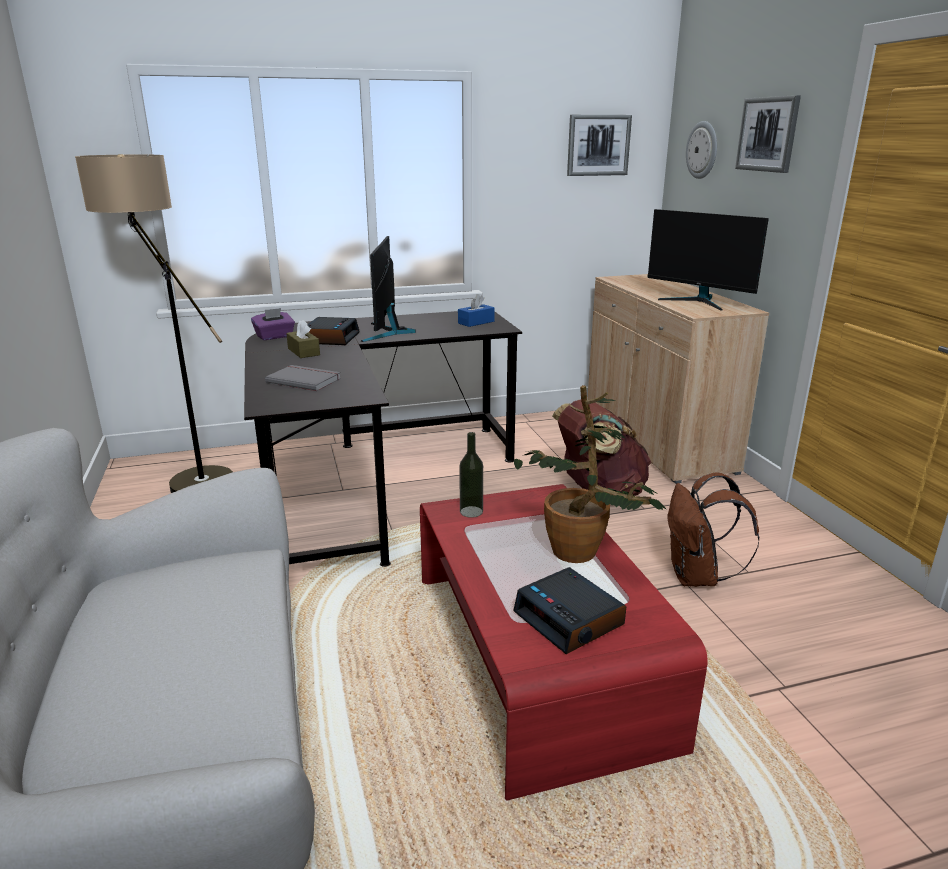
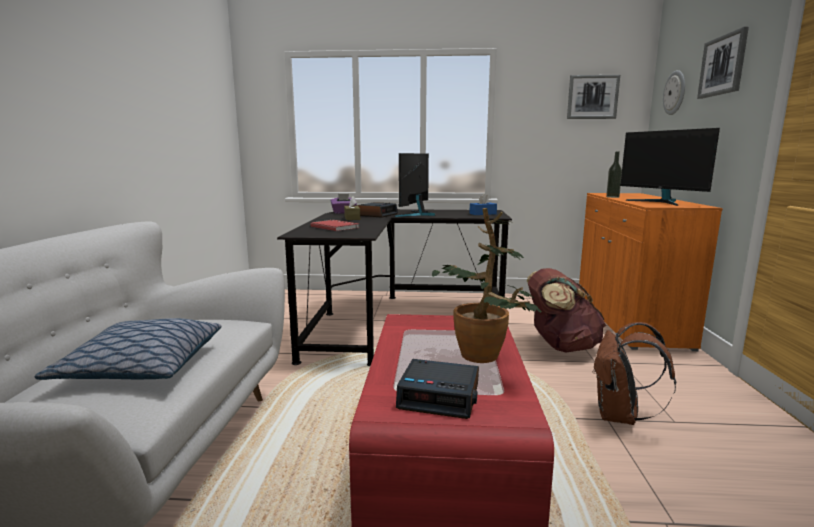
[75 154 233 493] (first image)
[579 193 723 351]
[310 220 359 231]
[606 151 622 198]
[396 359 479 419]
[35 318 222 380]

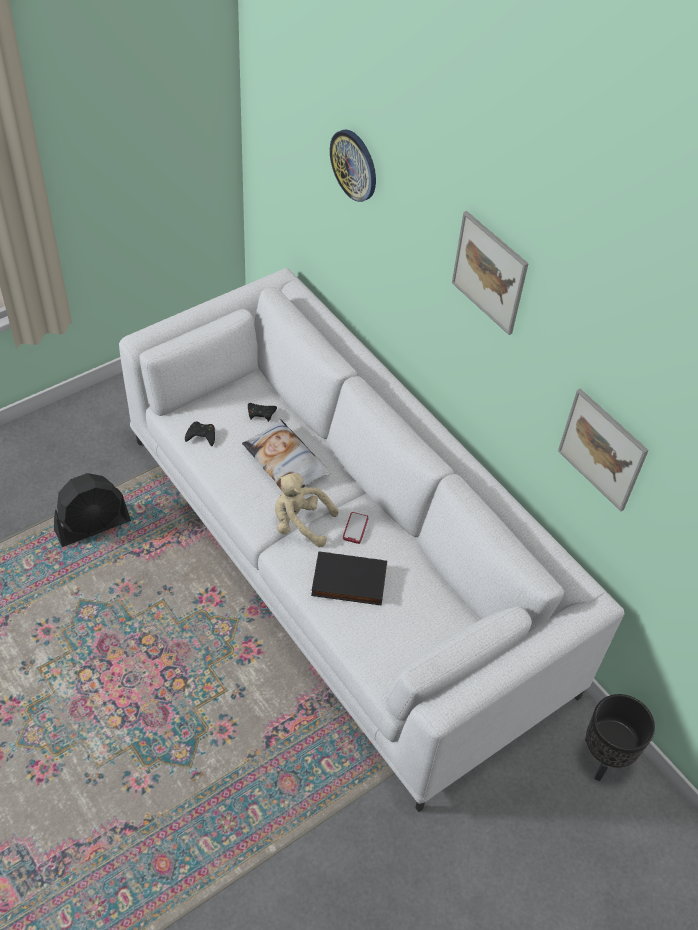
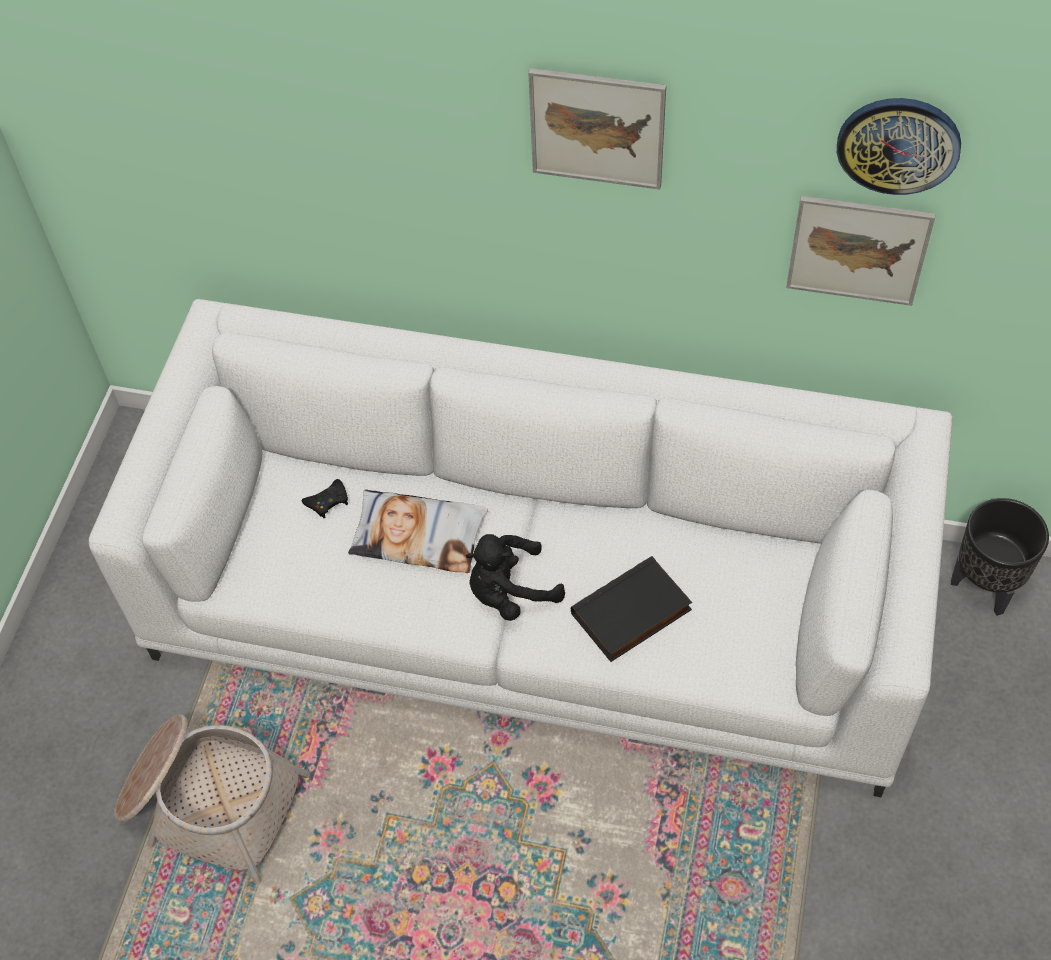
[837 98 961 195]
[185 422 215 446] (first image)
[114 714 310 884]
[466 534 565 621]
[343 512 369 544] (first image)

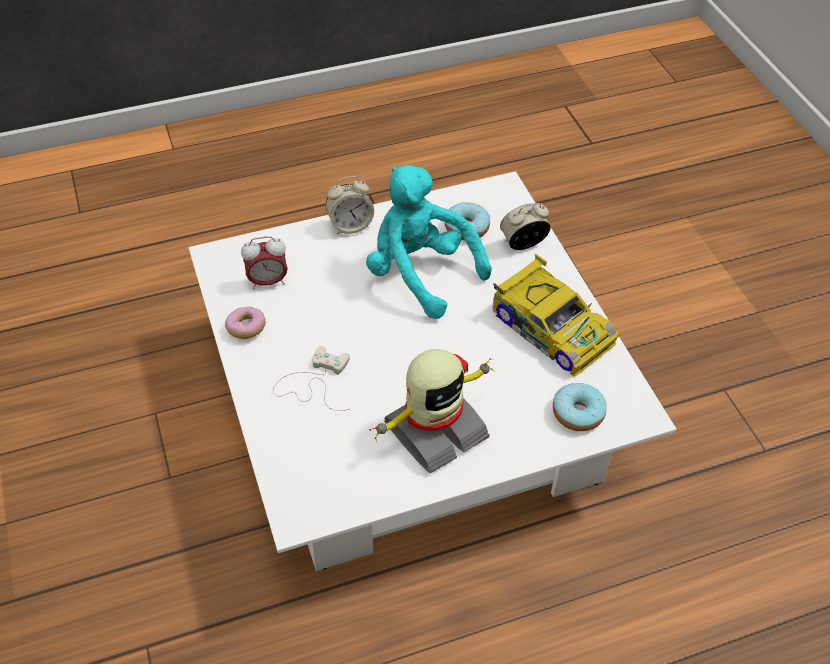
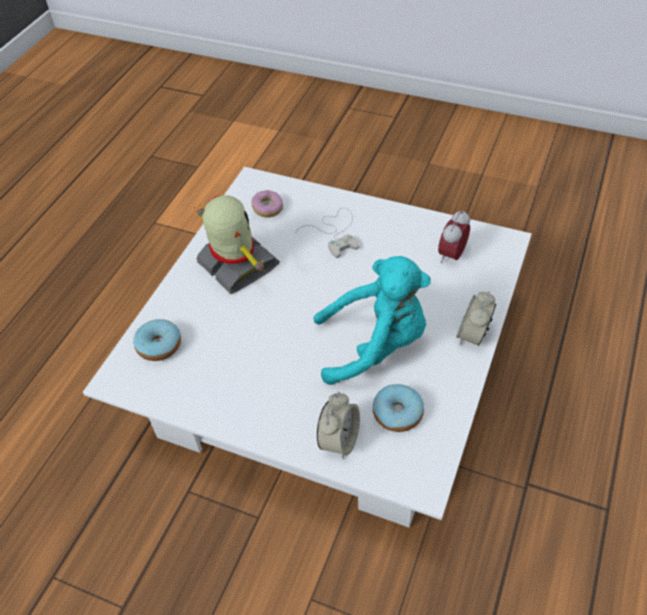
[492 254 619 377] (first image)
[251 190 283 218]
[194 195 280 294]

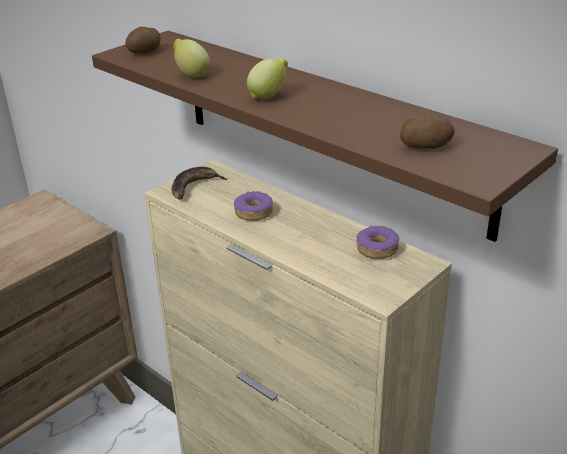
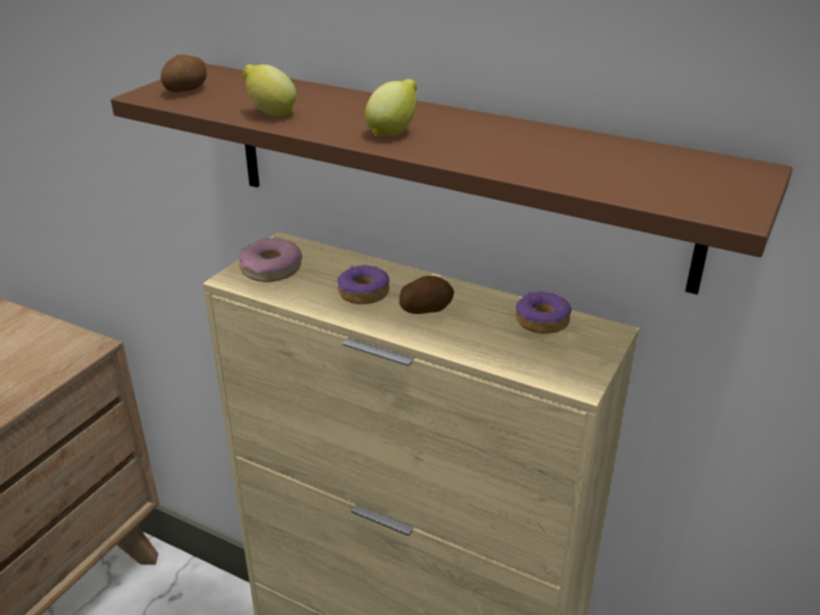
[399 276 454 314]
[239 238 302 282]

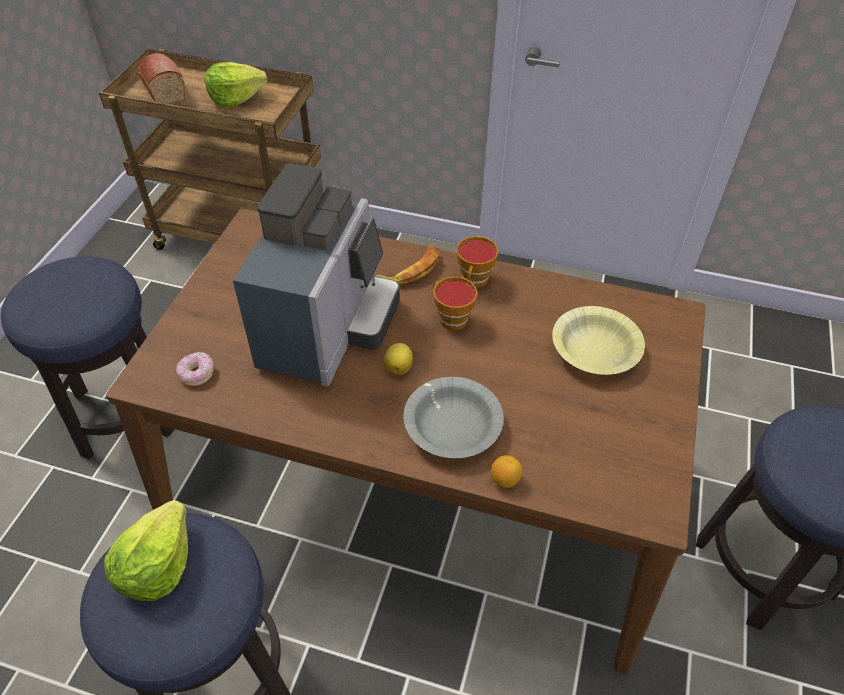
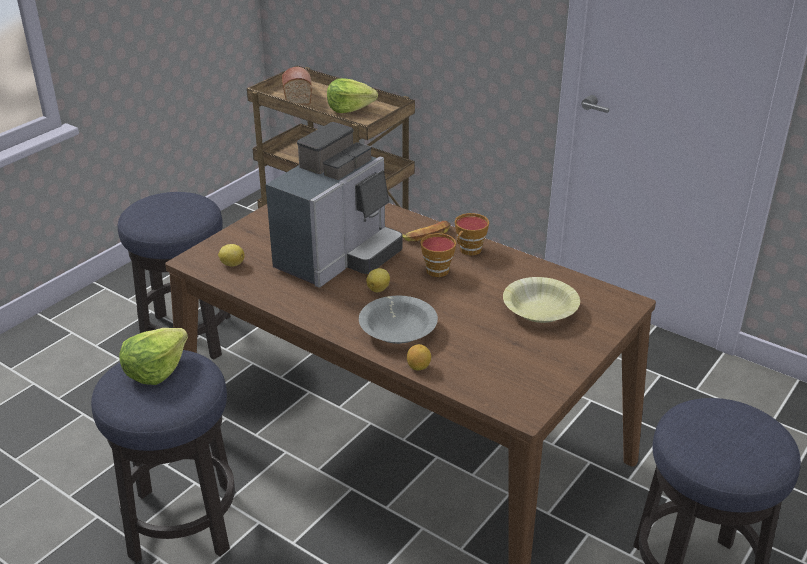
[218 244 245 266]

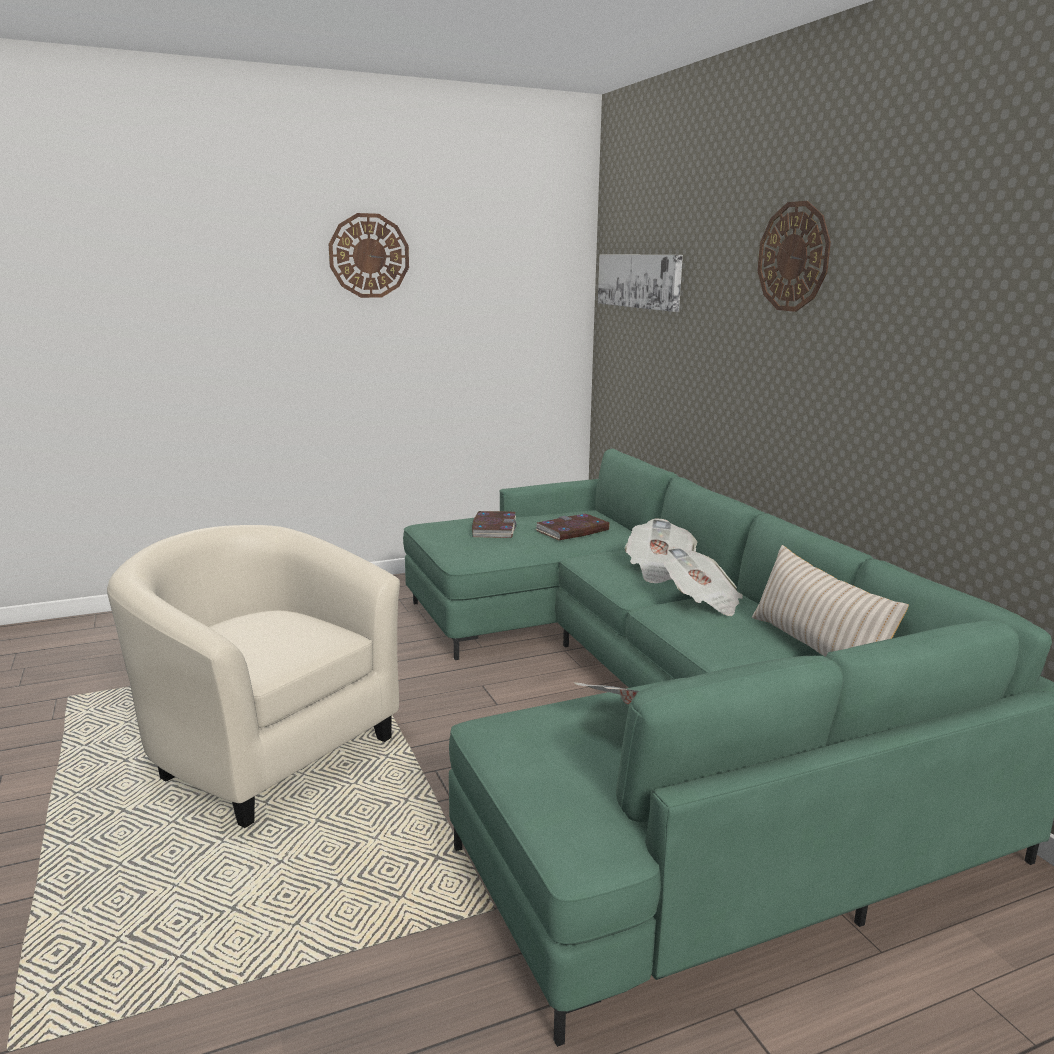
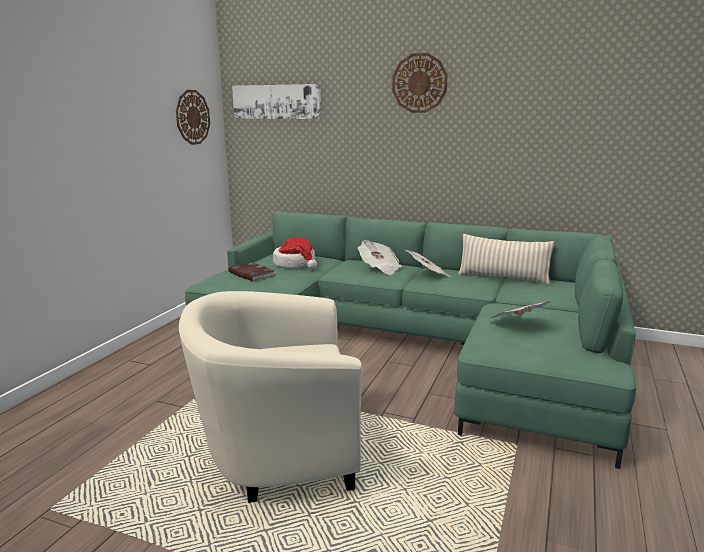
[176 90 210 145]
[273 237 317 269]

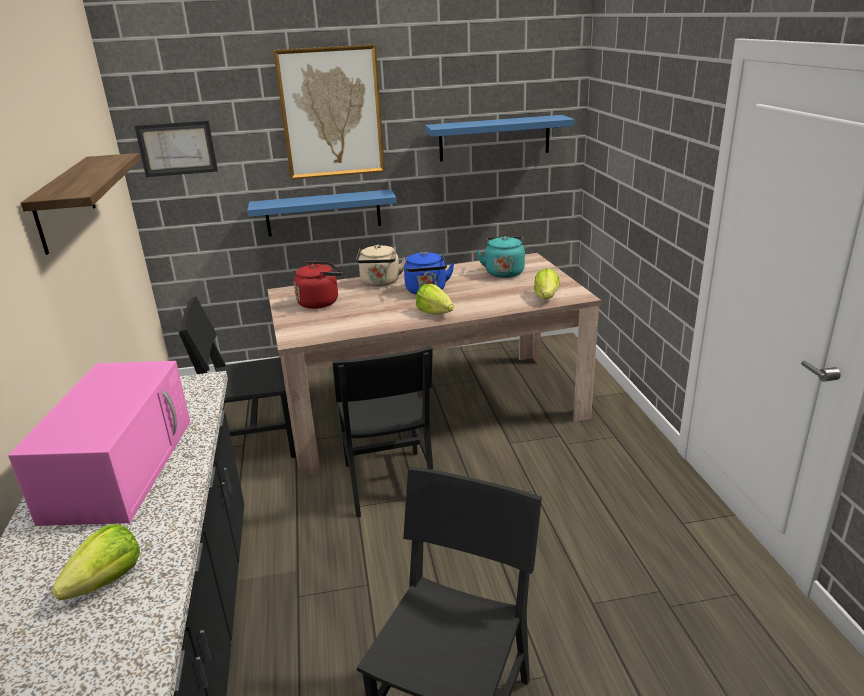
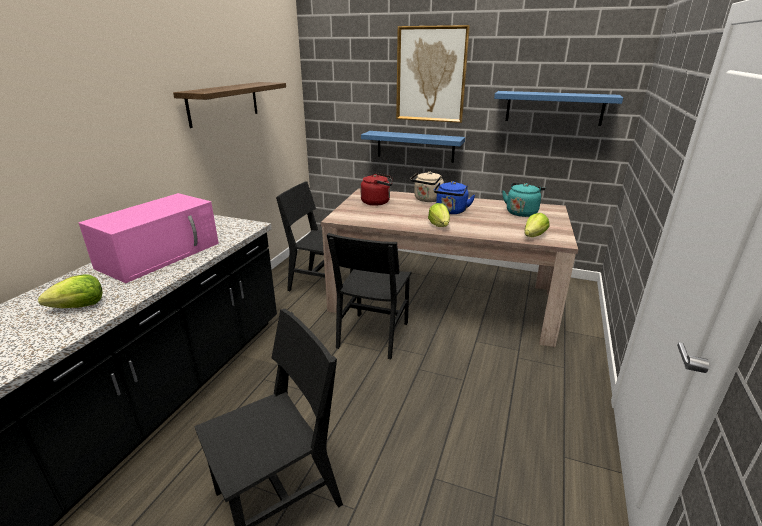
[135 121 218 177] (first image)

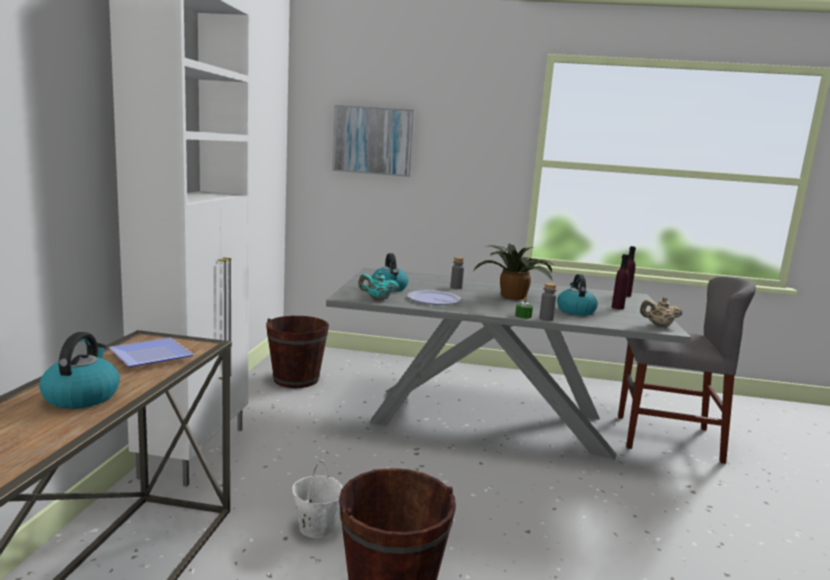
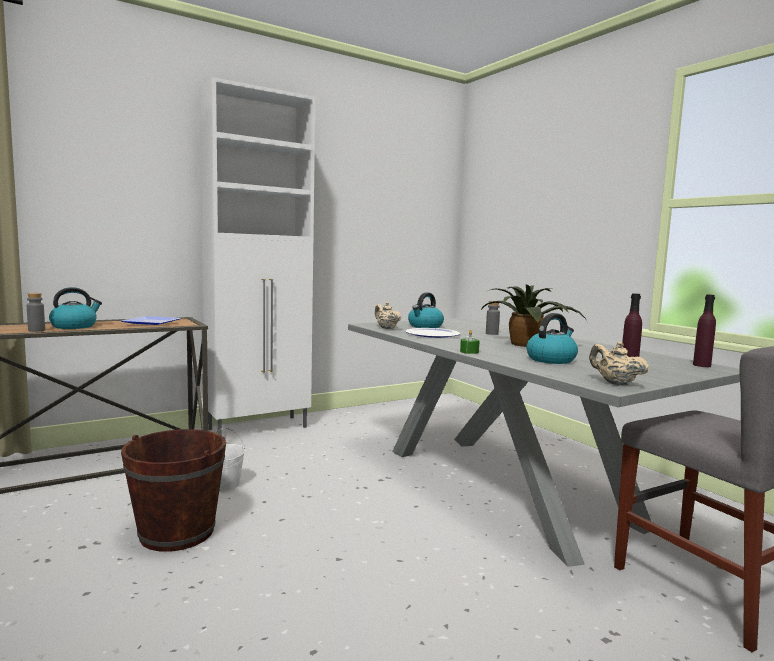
[332 105 415 177] (first image)
[375 302 401 329]
[27 293 45 332]
[266 316 329 388] (first image)

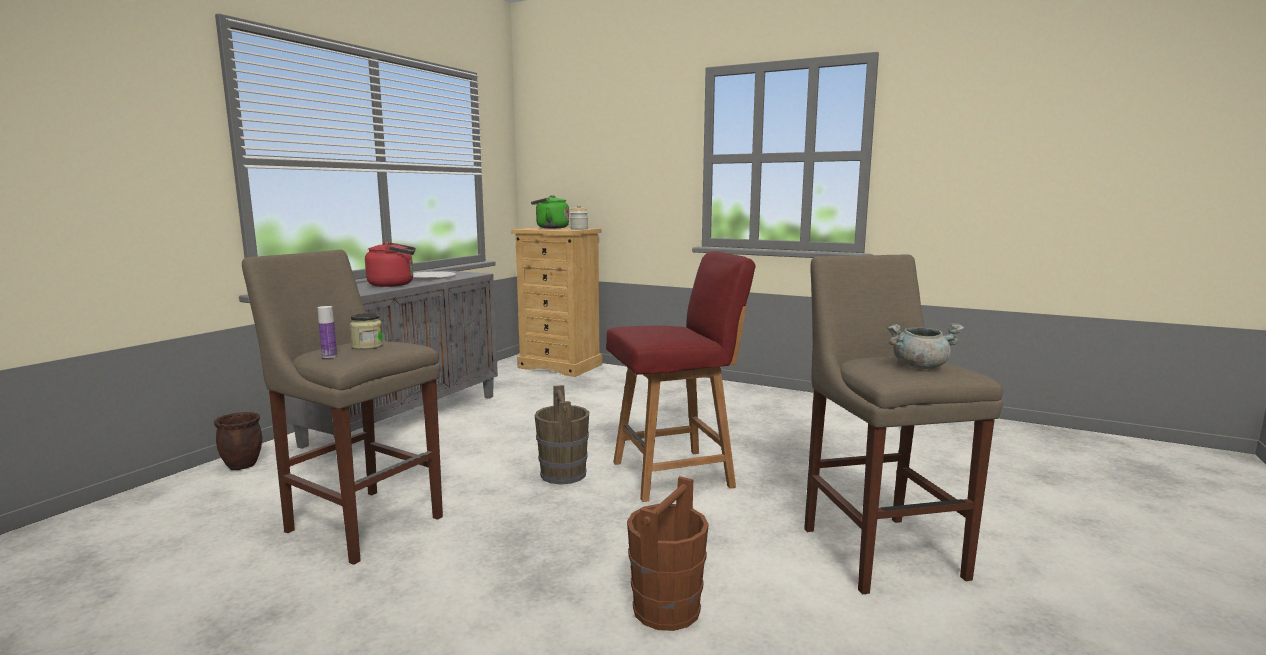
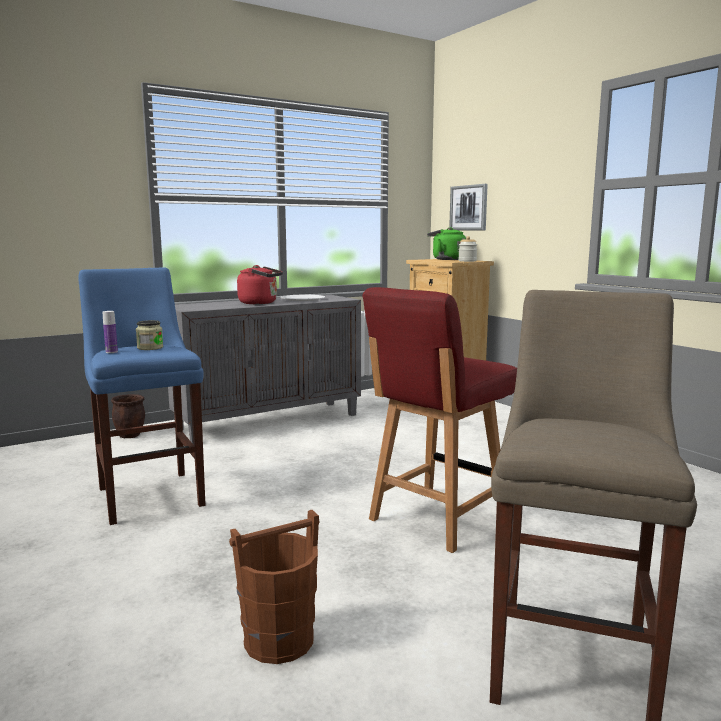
[78 267 205 525]
[362 287 517 553]
[887 323 964 369] (first image)
[535 385 589 484] (first image)
[449 184 488 230]

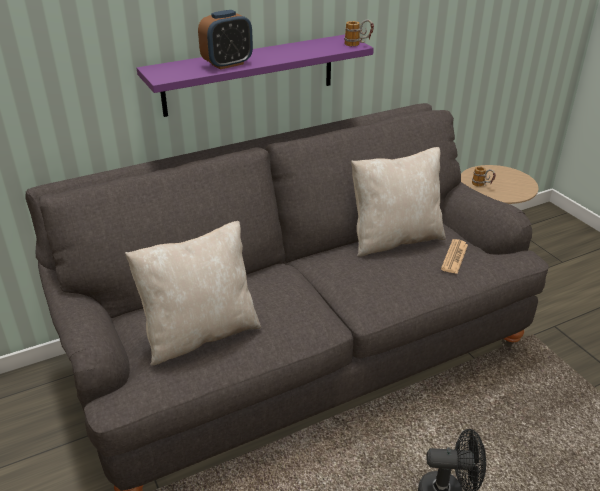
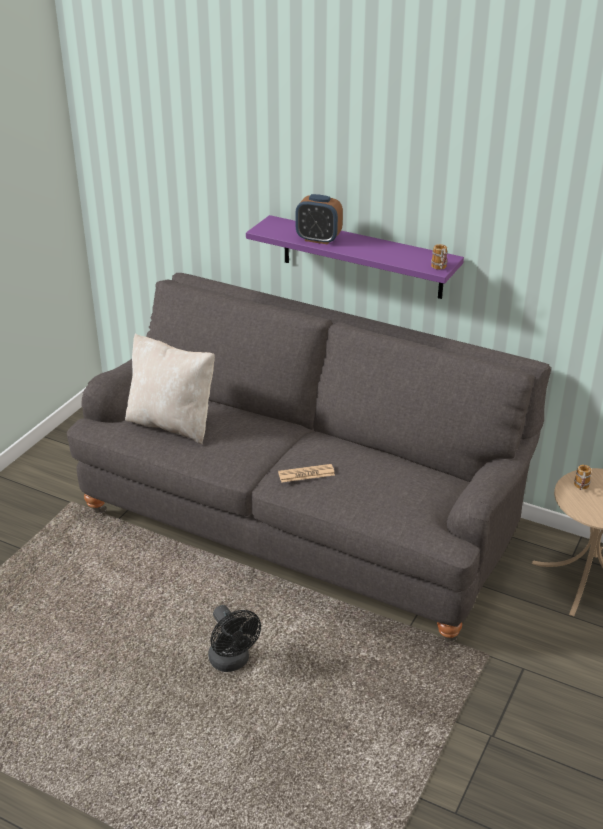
[351 147 446 257] (first image)
[278 464 335 483]

